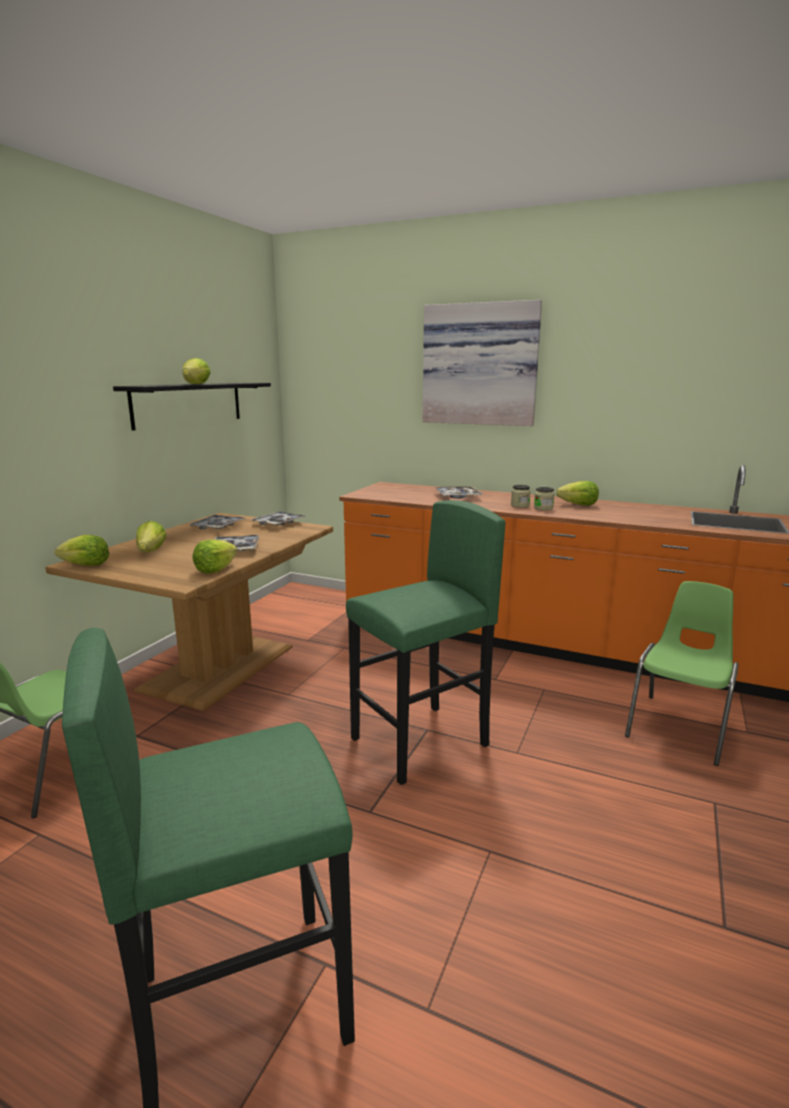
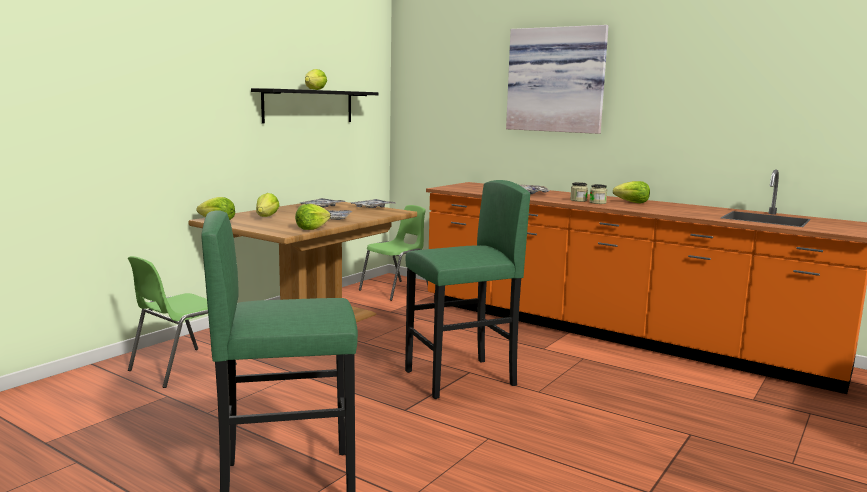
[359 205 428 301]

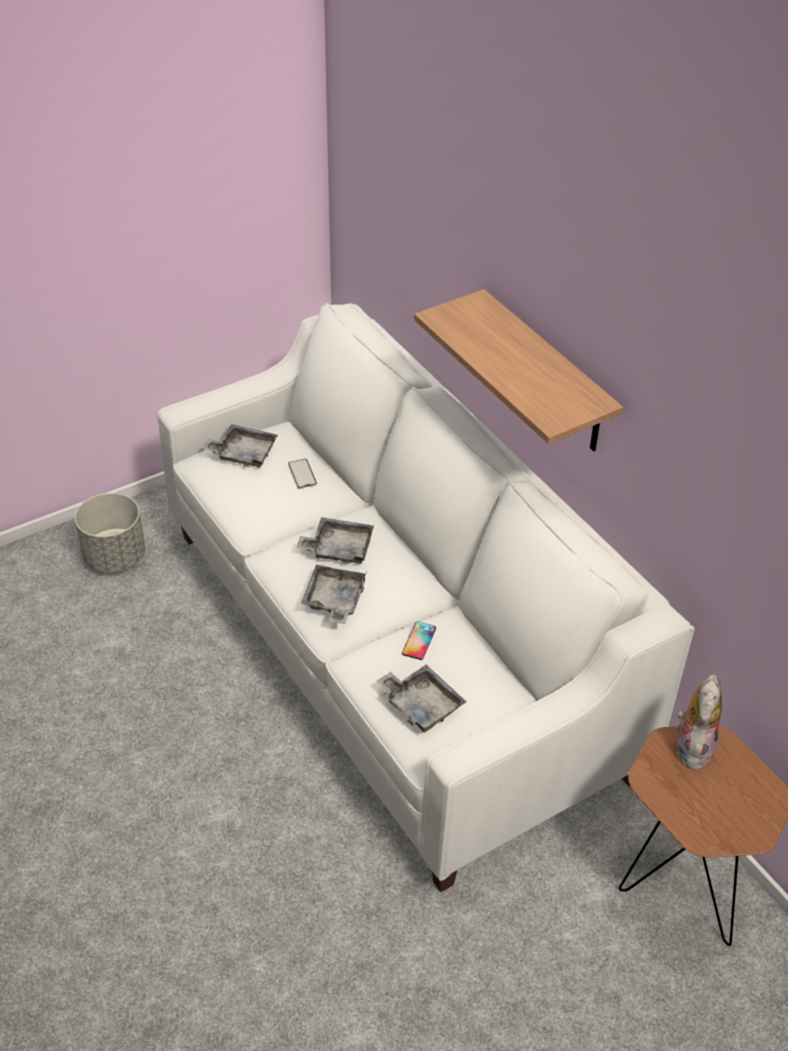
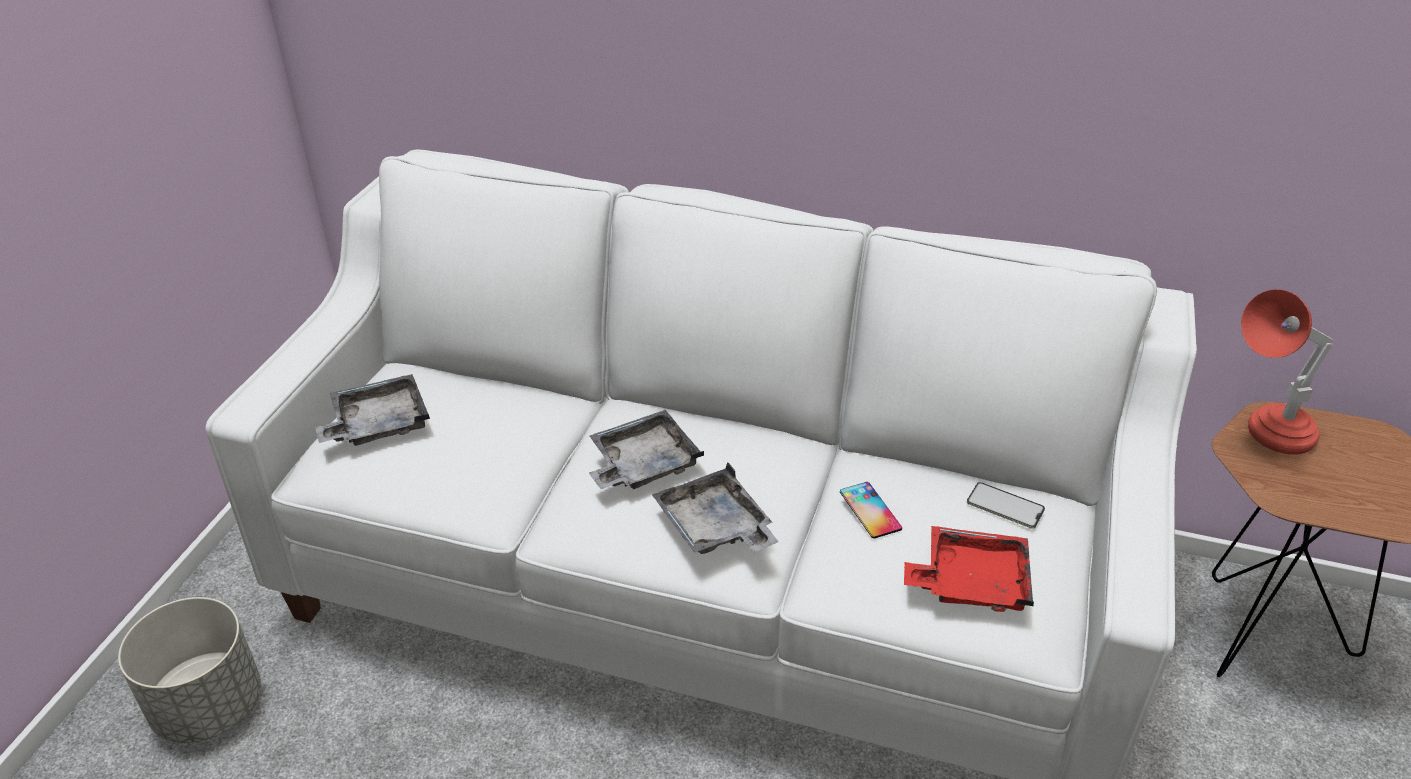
[414 289 623 452] (first image)
[967 482 1045 529]
[904 526 1034 612]
[1241 289 1333 454]

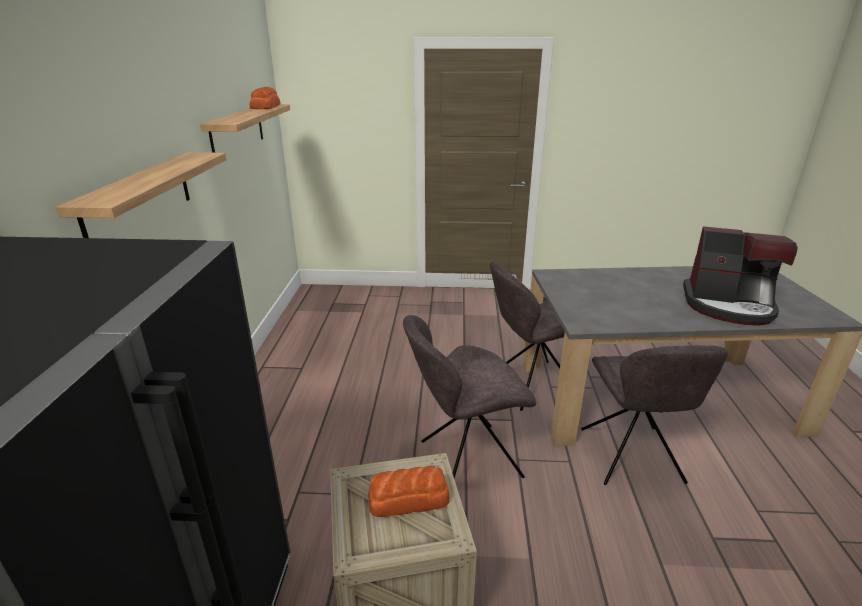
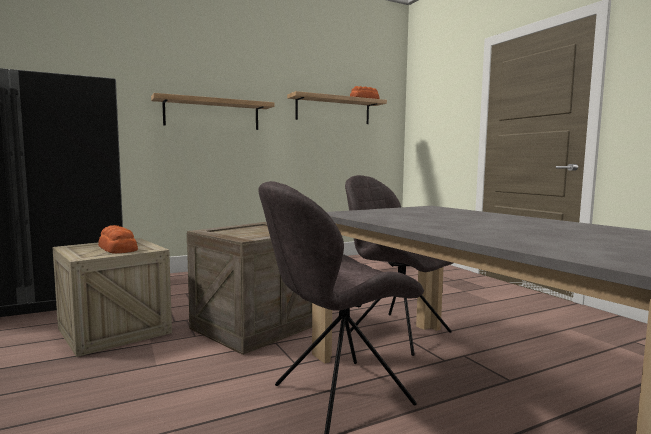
[683 226 798 326] (first image)
[187 222 312 355]

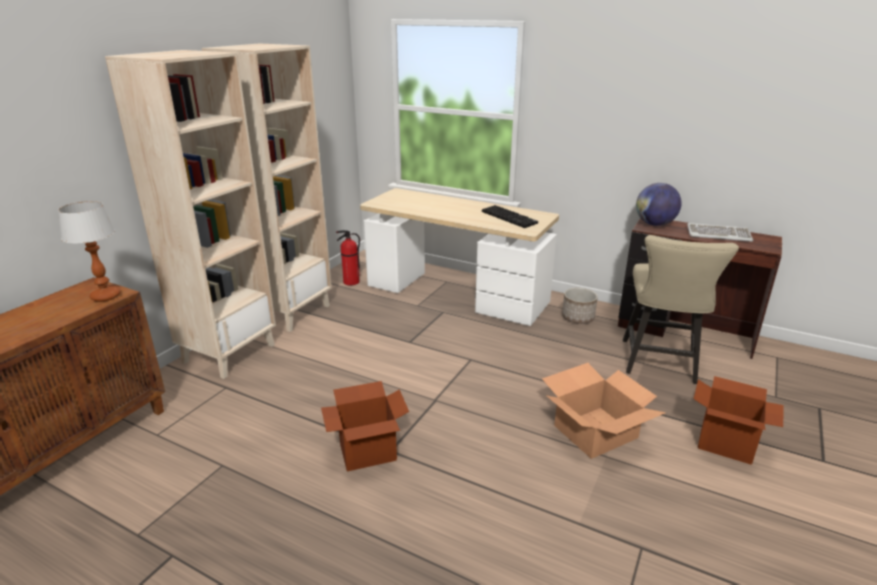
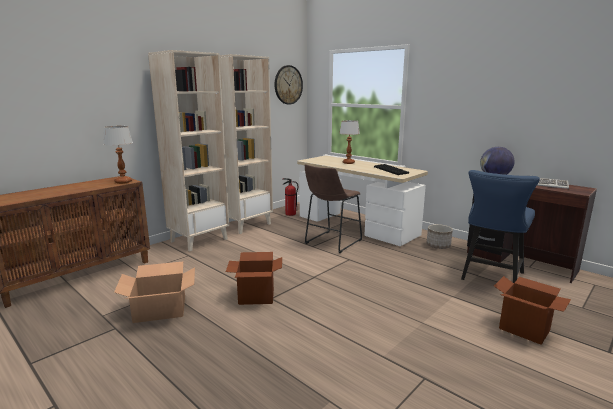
[461 170 540 283]
[114 262 195 323]
[275 65 303 104]
[339 120 360 164]
[305 164 362 253]

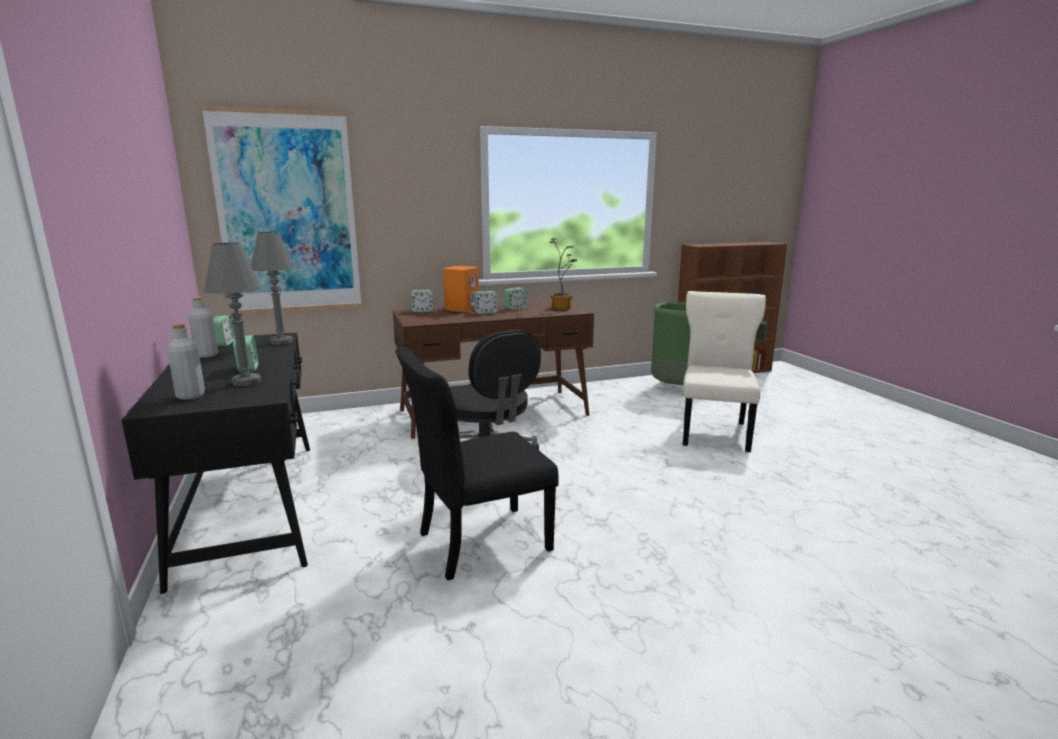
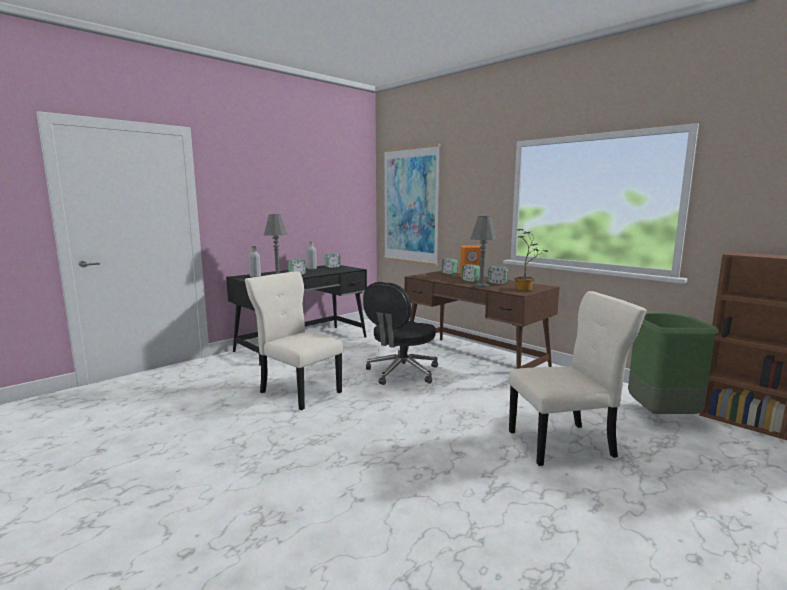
[470 216 497 288]
[245 272 343 410]

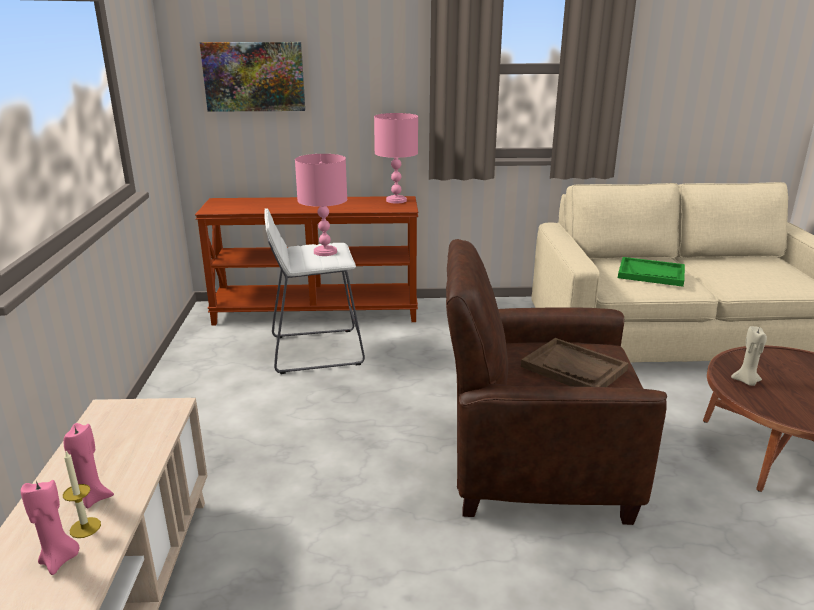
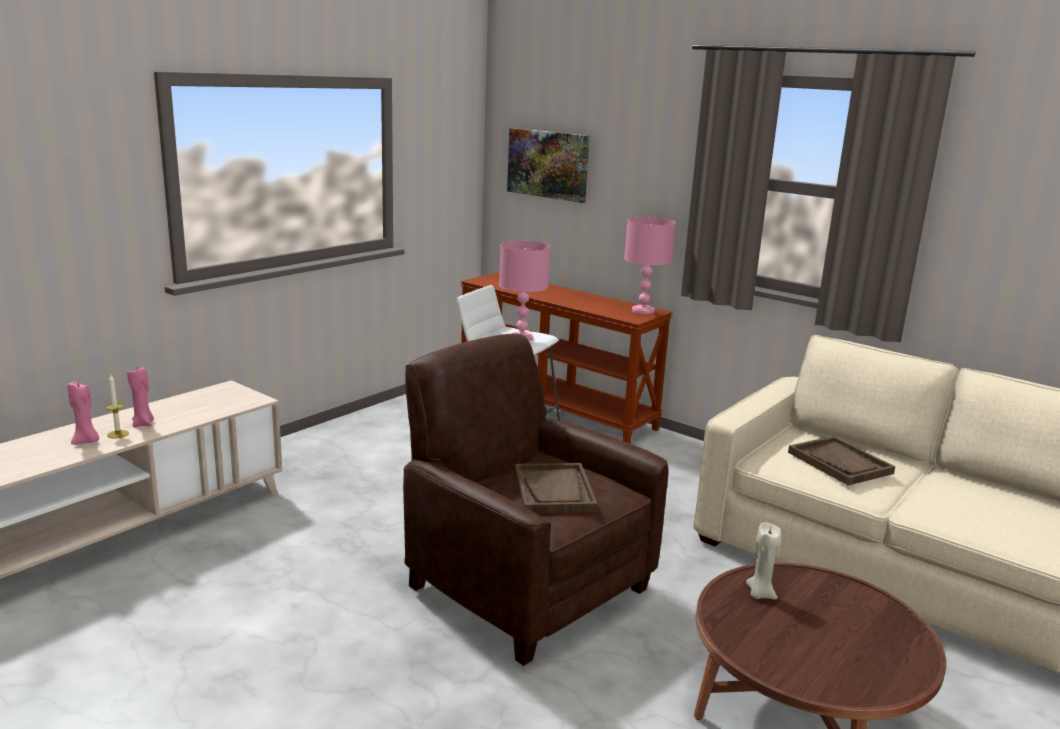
[788 436 895 485]

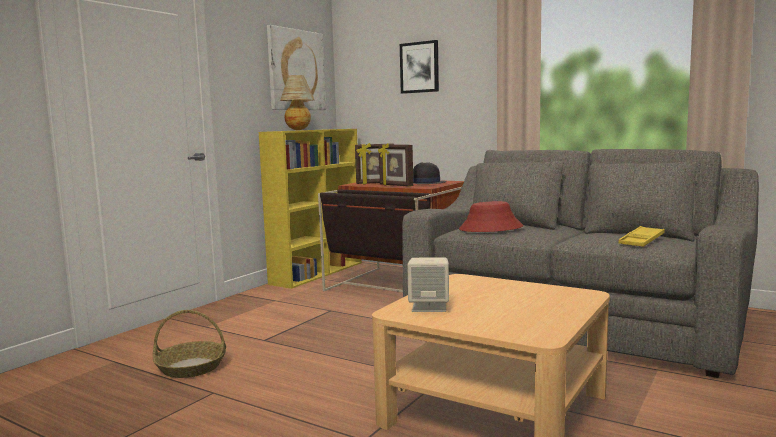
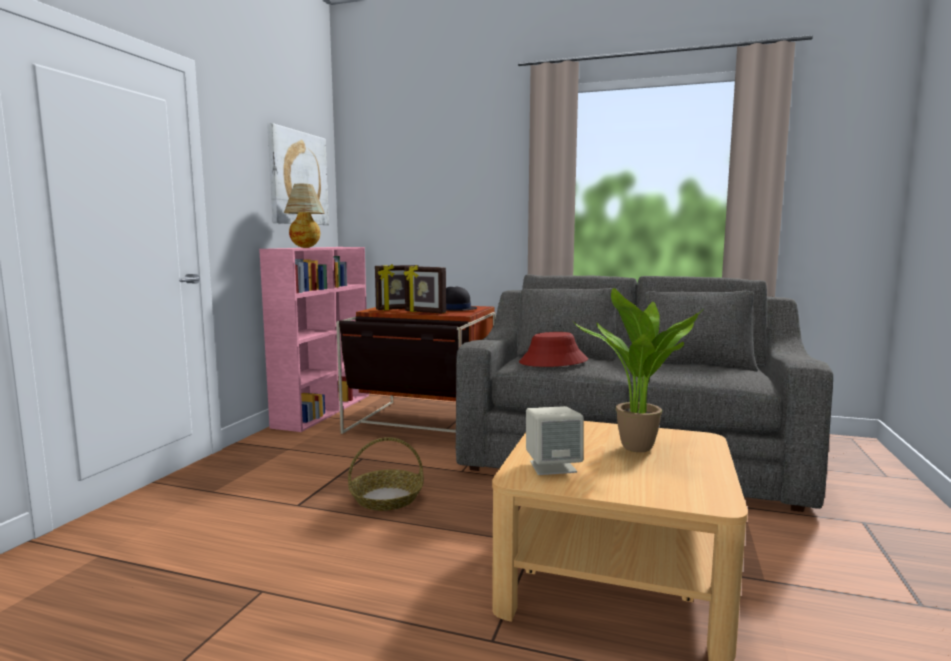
[400 40 439 94] (first image)
[259 247 369 432]
[618 226 665 247] (first image)
[348 437 424 511]
[572 288 702 452]

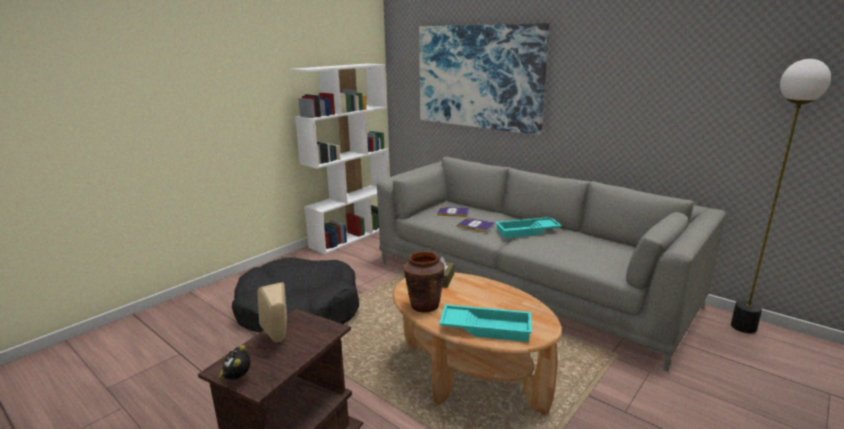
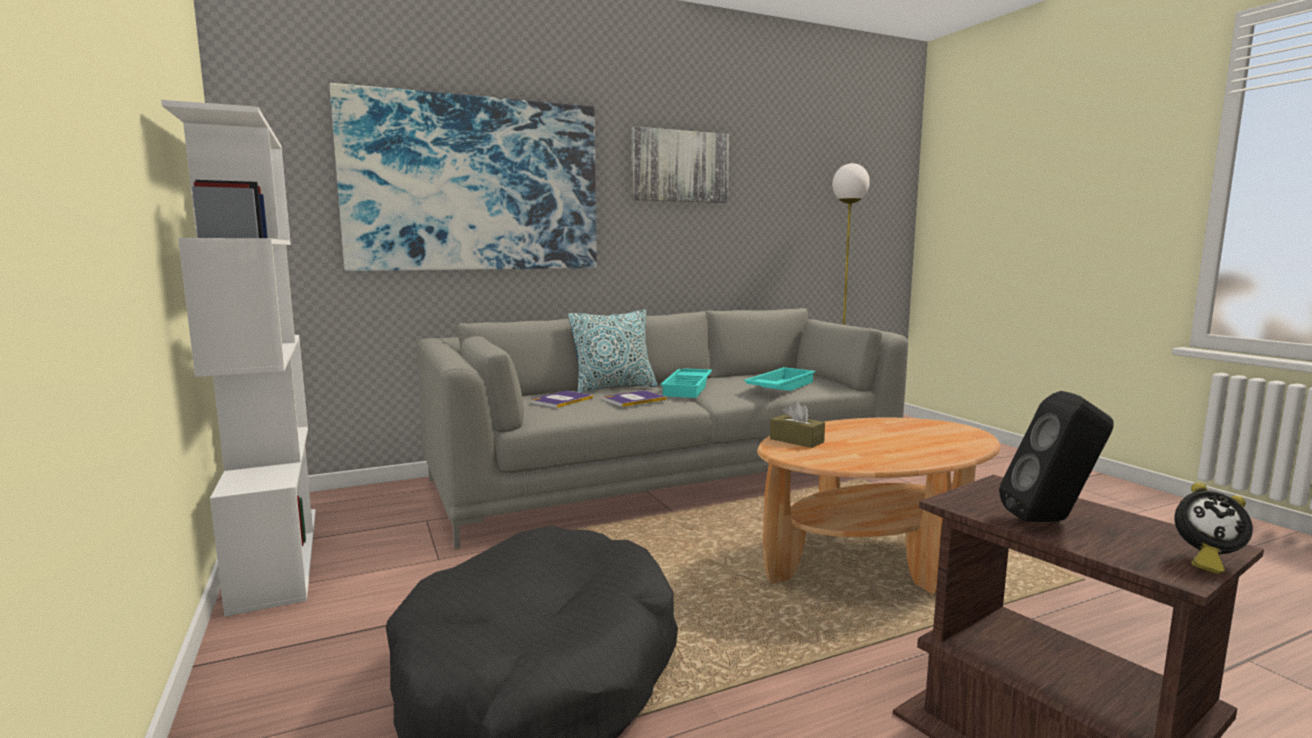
[404 251 444 312] (first image)
[999 391 1114 522]
[744 367 816 391]
[631 127 729 203]
[568 309 657 393]

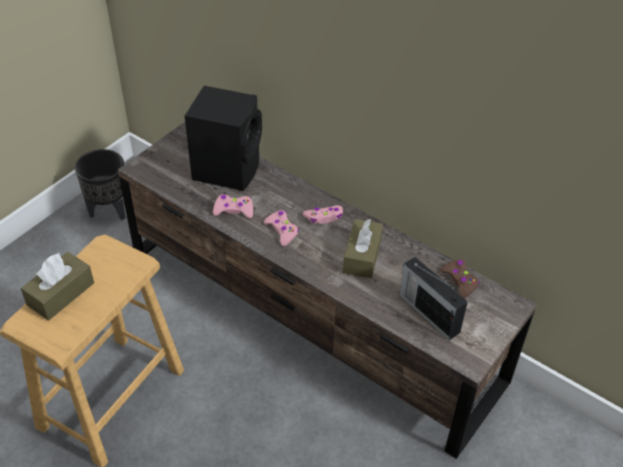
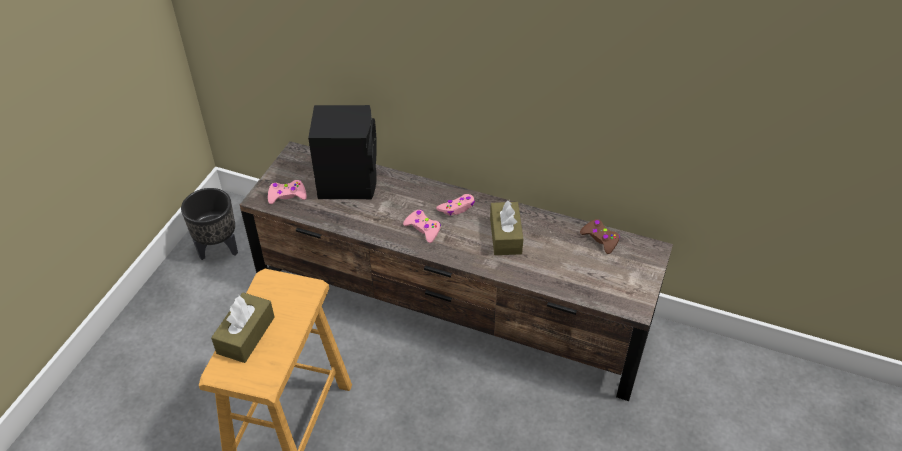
[268 180 307 204]
[399 257 468 340] (first image)

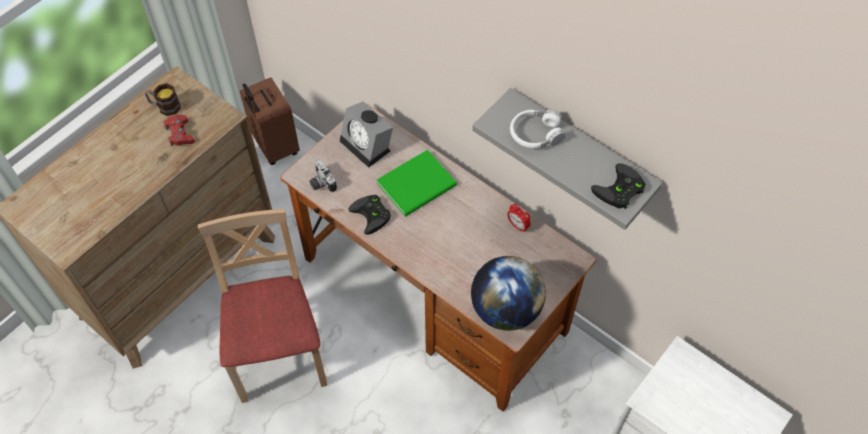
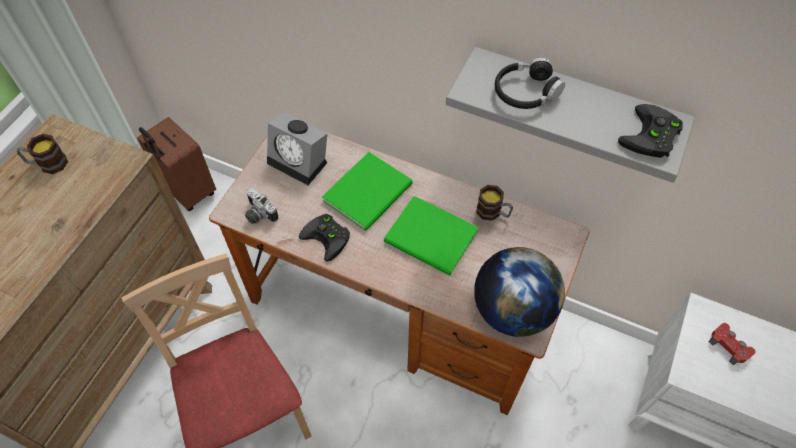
[495 57 565 109]
[709 323 756 365]
[477 185 513 221]
[384 196 479 276]

